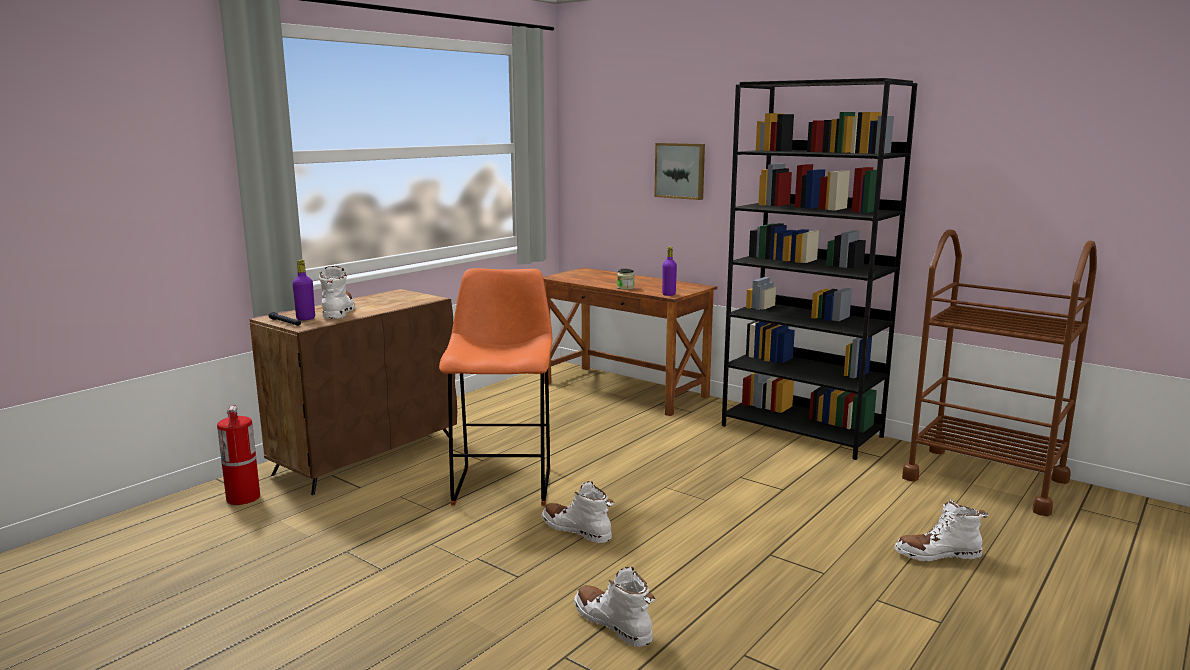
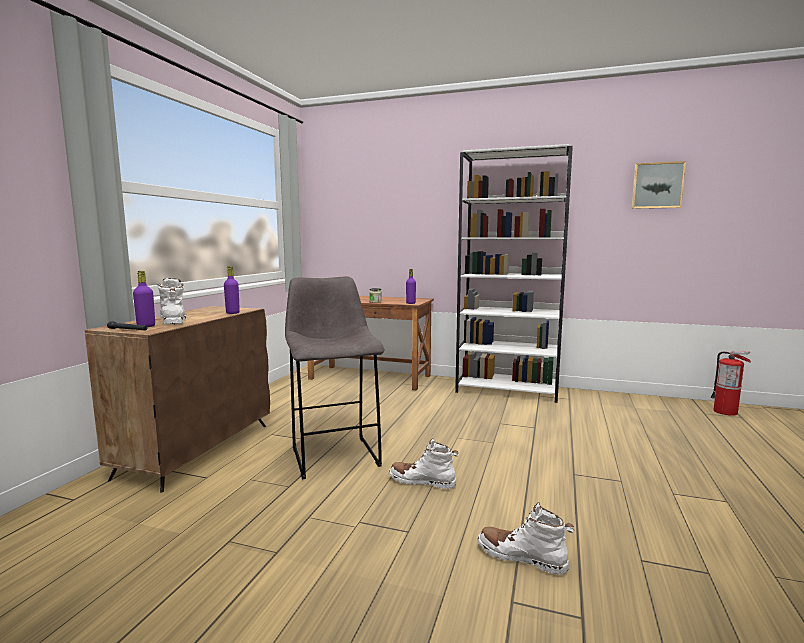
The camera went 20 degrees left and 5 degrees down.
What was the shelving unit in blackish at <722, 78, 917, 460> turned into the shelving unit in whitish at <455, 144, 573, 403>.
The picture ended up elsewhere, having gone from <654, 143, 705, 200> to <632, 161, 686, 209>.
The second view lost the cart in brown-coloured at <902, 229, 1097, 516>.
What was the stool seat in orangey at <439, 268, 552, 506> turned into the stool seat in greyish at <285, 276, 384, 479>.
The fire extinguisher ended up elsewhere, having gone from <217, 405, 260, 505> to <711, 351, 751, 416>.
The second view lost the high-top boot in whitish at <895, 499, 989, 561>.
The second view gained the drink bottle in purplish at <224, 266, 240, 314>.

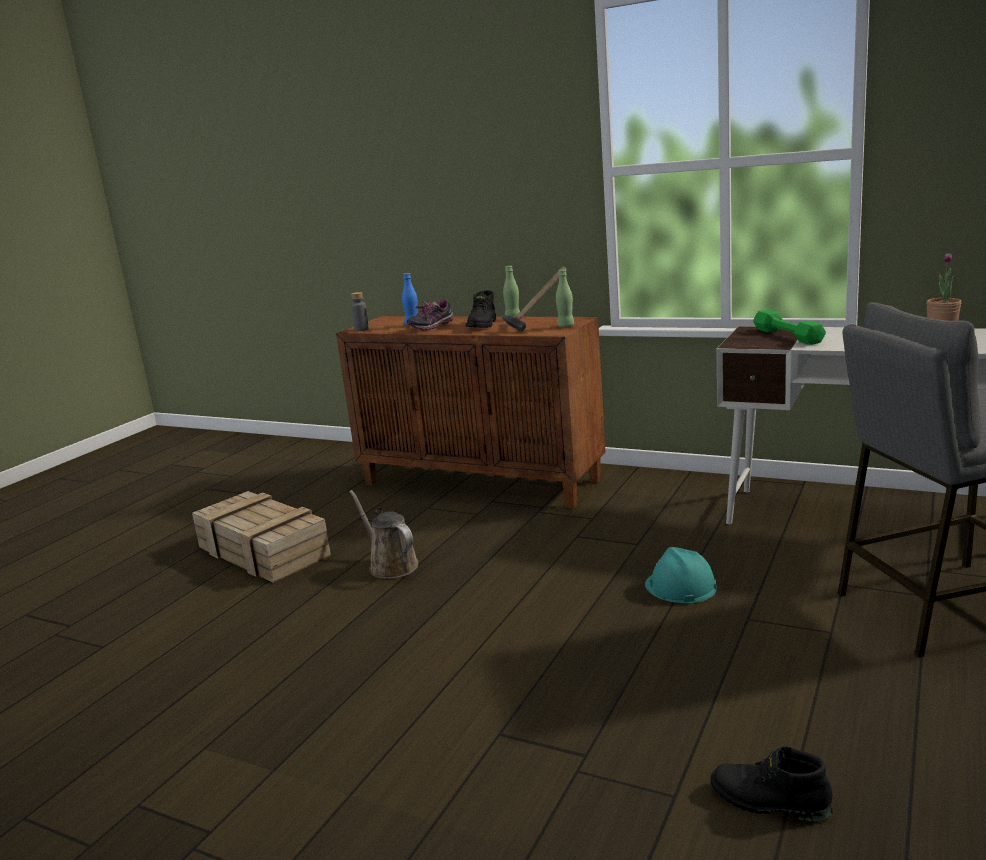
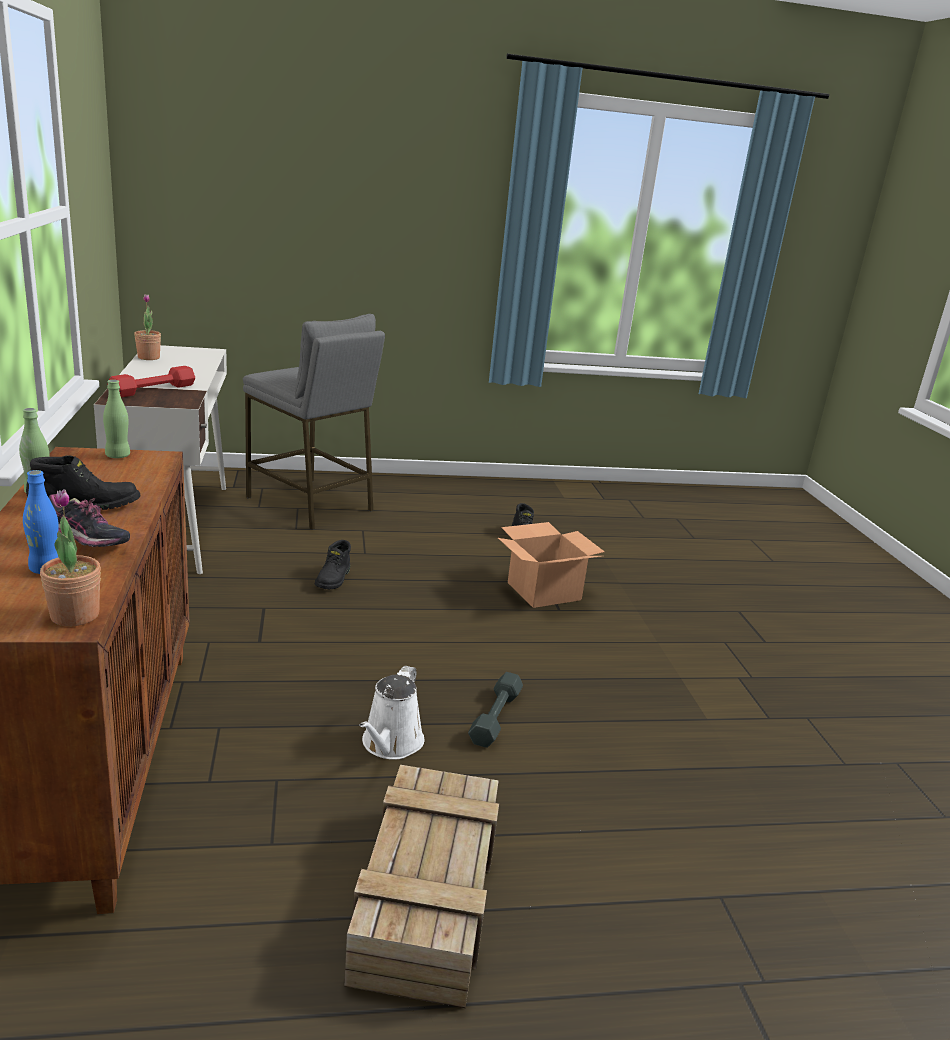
The camera went 130 degrees left and 5 degrees up.
The second view lost the hammer at <501, 266, 567, 332>.
Where the drink bottle in greyish stood at <351, 292, 369, 331>, the potted plant came to stand at <40, 489, 101, 626>.
What was the hand weight in green-coloured at <753, 310, 826, 345> turned into the hand weight in red-coloured at <109, 366, 195, 397>.
What was the watering can in brown-coloured at <349, 490, 418, 579> turned into the watering can in whitish at <359, 666, 424, 760>.
Where the work helmet in turquoise-coloured stood at <645, 547, 717, 603>, the high-top boot in blackish came to stand at <315, 540, 351, 589>.
The second view gained the cardboard box at <498, 522, 605, 608>.
The second view gained the hand weight in greyish at <468, 672, 523, 748>.

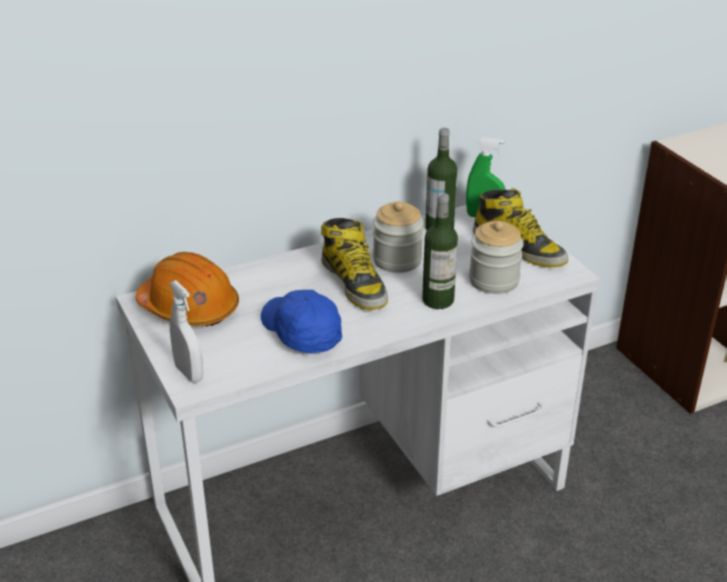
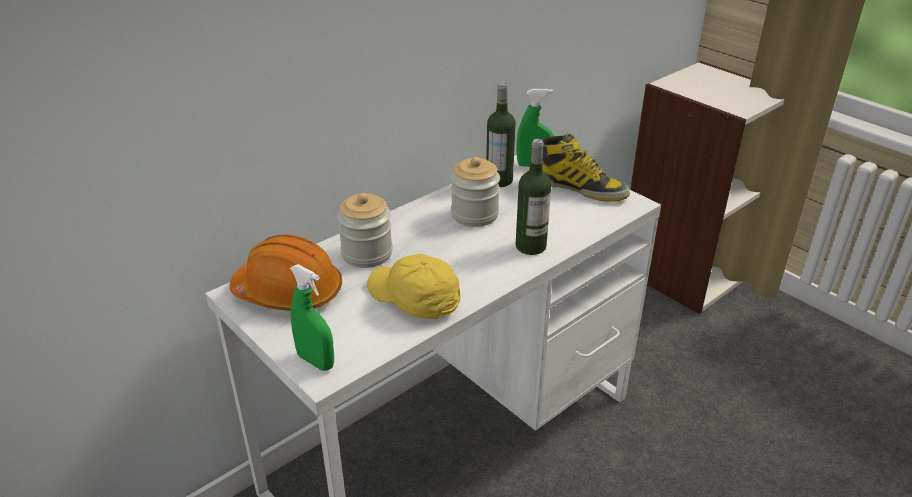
The camera went 15 degrees left and 0 degrees up.
The second view lost the high-top boot at <321, 218, 388, 310>.
The preserve jar ended up elsewhere, having gone from <469, 221, 524, 294> to <337, 193, 393, 268>.
What was the sprayer in whitish at <169, 280, 203, 382> turned into the sprayer in green-coloured at <290, 264, 334, 371>.
What was the peaked cap in bluish at <261, 290, 342, 353> turned into the peaked cap in yellow-coloured at <367, 254, 461, 319>.

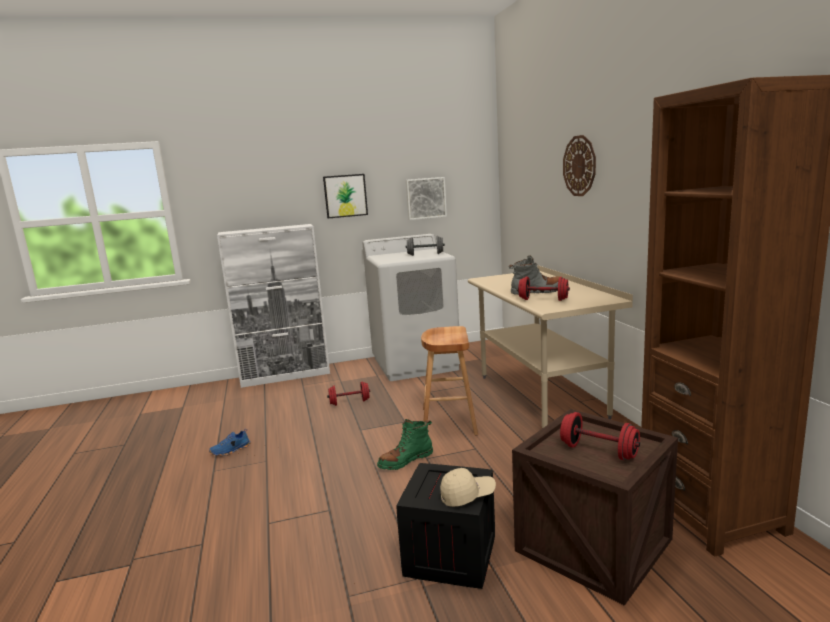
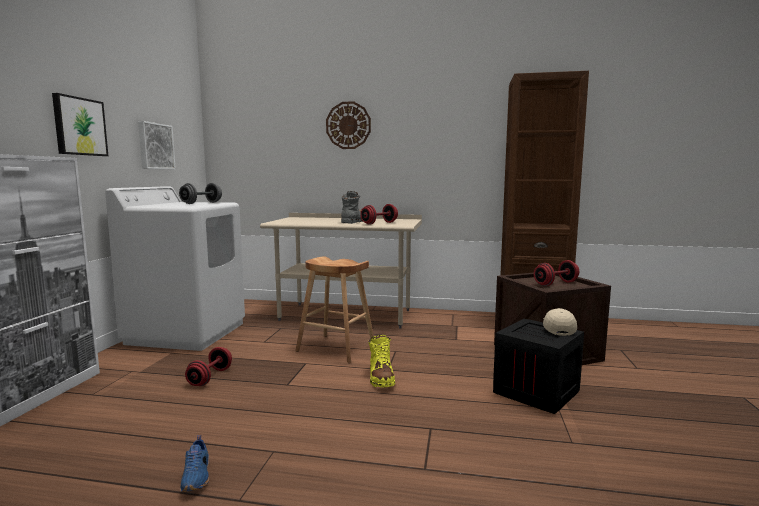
The camera went 65 degrees left and 5 degrees down.
What was the high-top boot in green-coloured at <377, 419, 433, 470> turned into the high-top boot in yellow-coloured at <368, 335, 395, 387>.

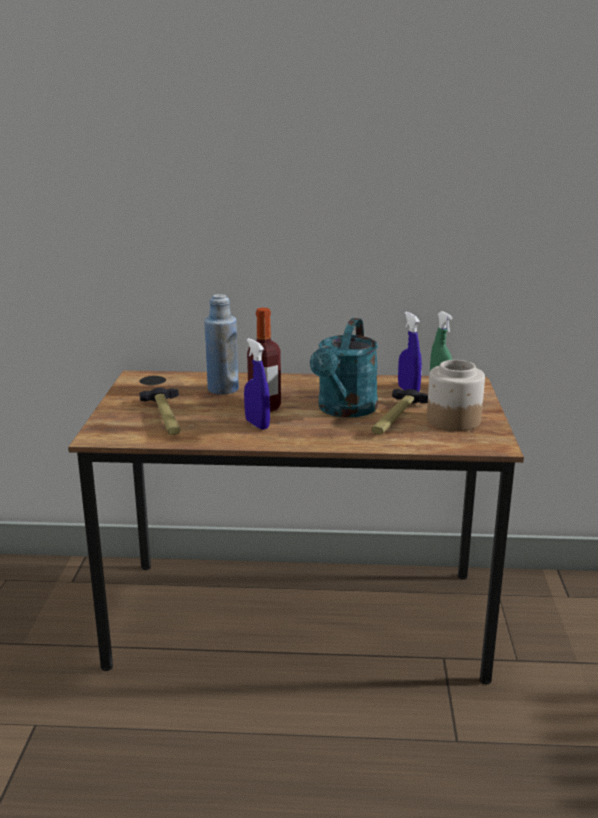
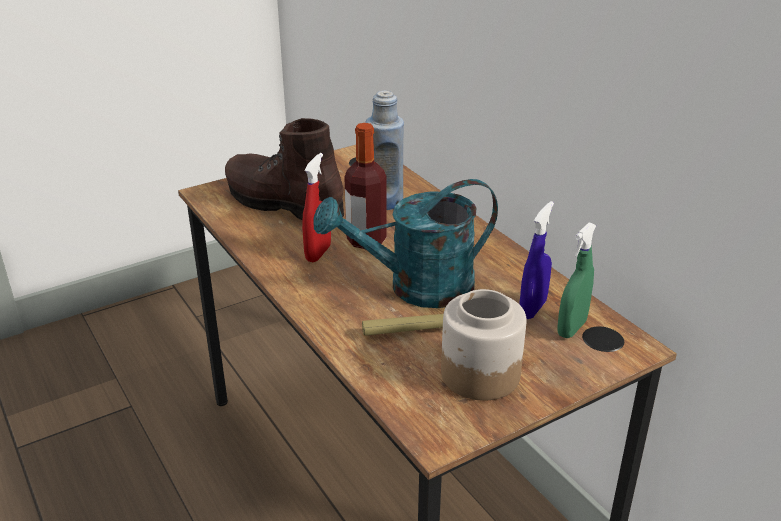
The camera went 55 degrees right and 10 degrees up.
What was the sprayer in bluish at <244, 338, 270, 430> turned into the sprayer in red-coloured at <302, 153, 331, 262>.
Where the hammer stood at <139, 388, 180, 435>, the high-top boot in brown-coloured came to stand at <225, 118, 344, 220>.

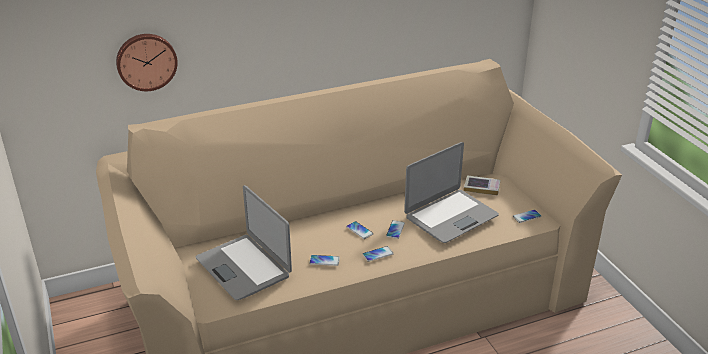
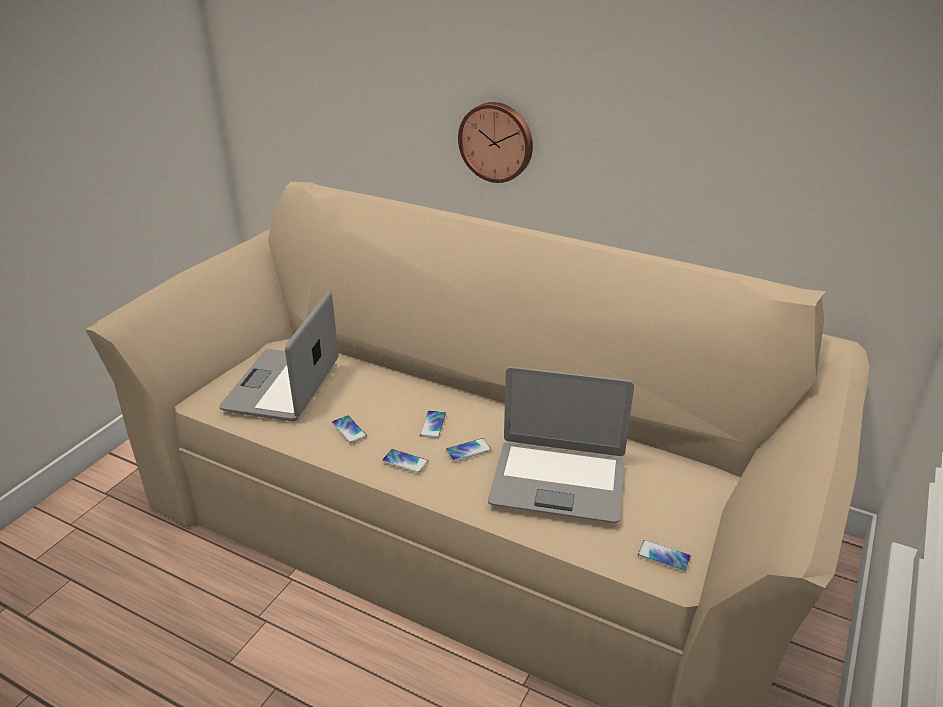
The camera went 50 degrees right and 0 degrees up.
The clock on the wall ended up elsewhere, having gone from <116, 34, 178, 91> to <458, 102, 533, 183>.
The second view lost the book at <464, 175, 500, 196>.

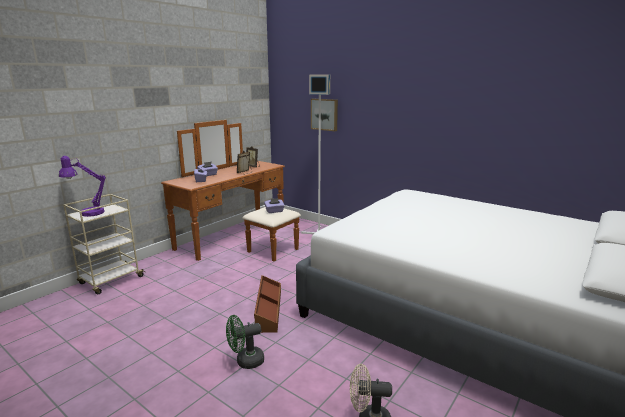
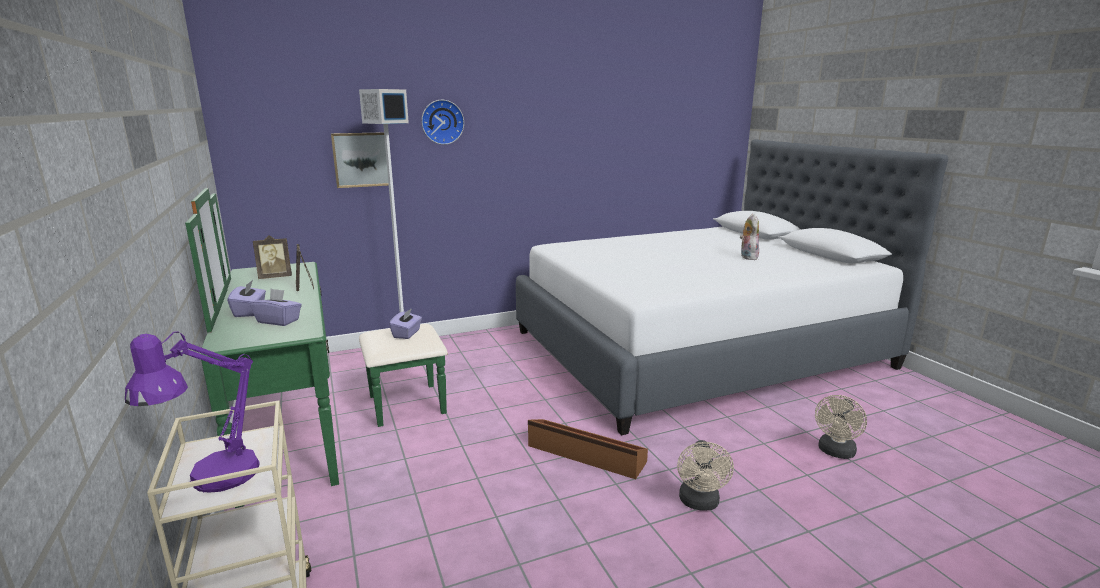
The camera went 60 degrees left and 0 degrees up.
What was the drawer chest in brown-coloured at <161, 120, 301, 262> turned into the drawer chest in green-coloured at <185, 188, 448, 508>.
What was the electric fan in green-coloured at <226, 315, 264, 369> turned into the electric fan in beige-coloured at <677, 440, 734, 511>.
The second view gained the clock on the wall at <421, 100, 464, 145>.
The second view gained the plush toy at <740, 214, 759, 260>.

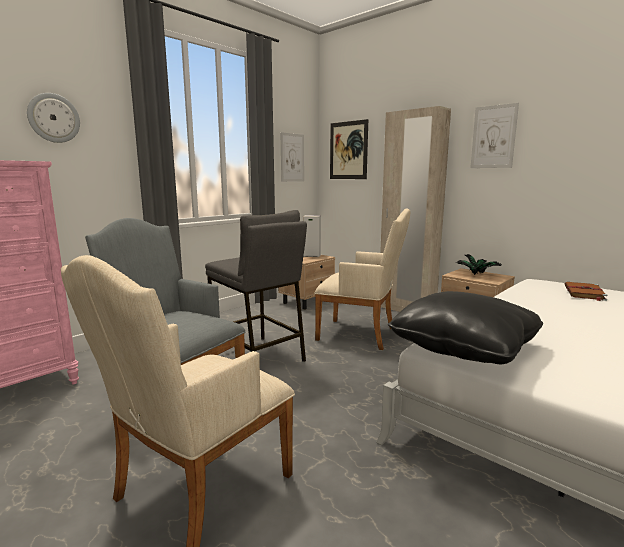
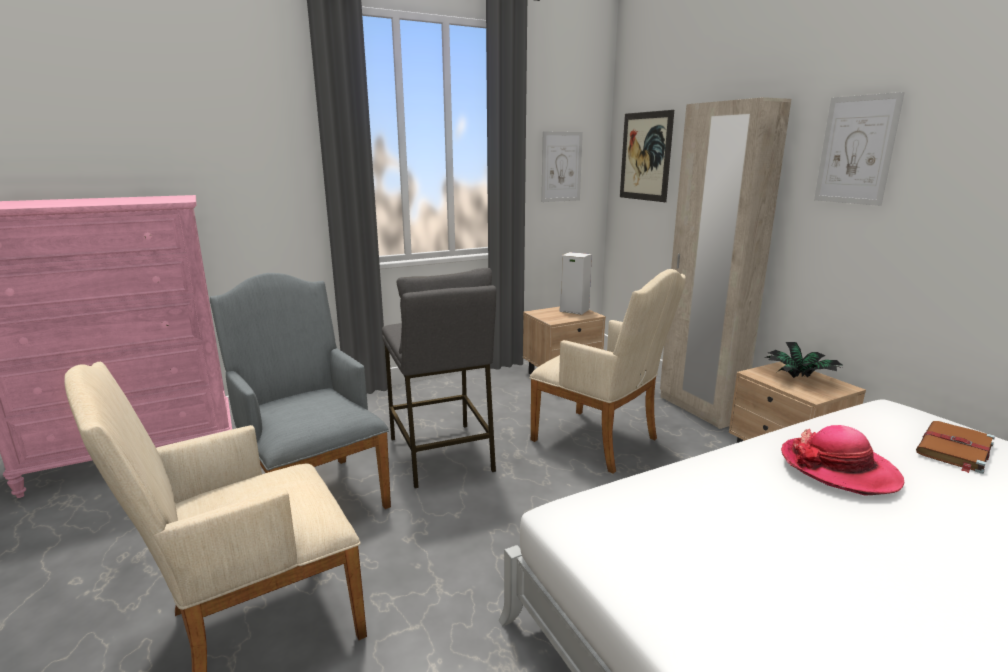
The camera went 20 degrees right and 5 degrees up.
The second view lost the clock on the wall at <27, 93, 80, 143>.
The second view lost the cushion in blackish at <388, 291, 543, 364>.
The second view gained the hat at <781, 425, 905, 495>.

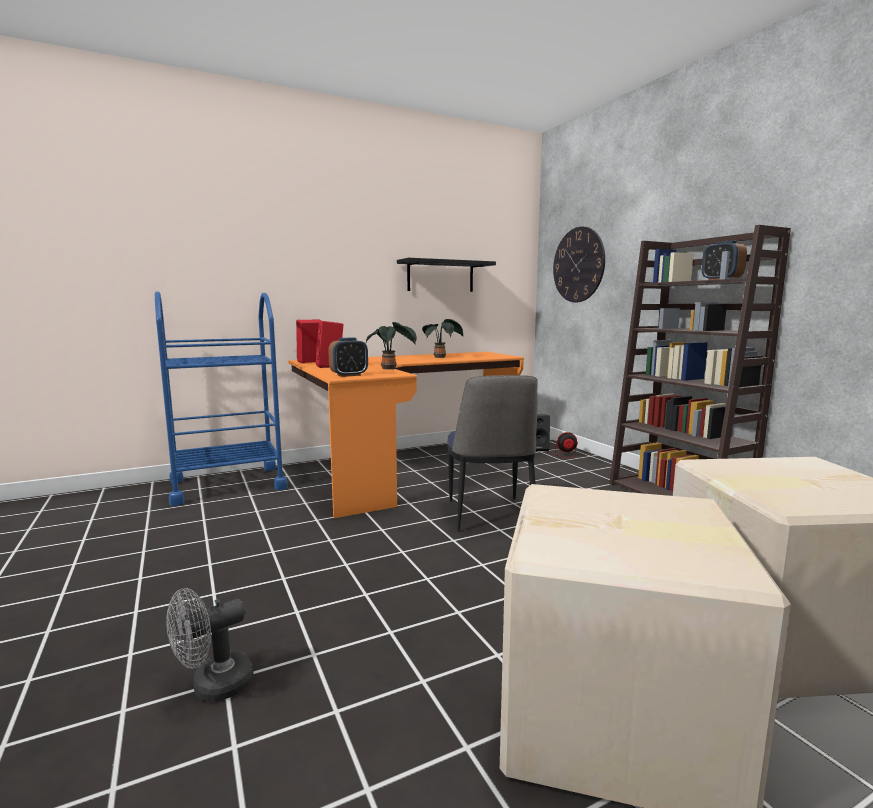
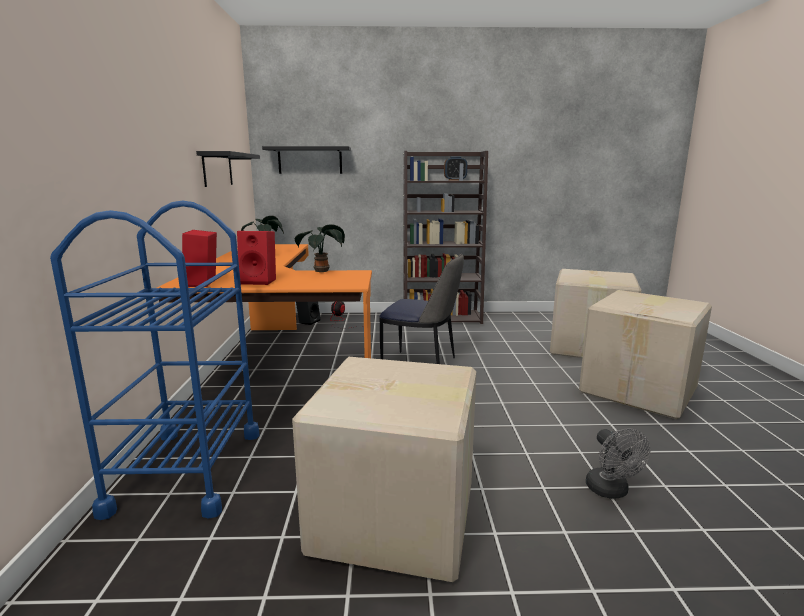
The camera went 65 degrees left and 5 degrees up.
Where the clock on the wall hung at <553, 226, 605, 302>, the wall shelf in blackish came to hang at <262, 146, 351, 174>.
The second view lost the table clock at <328, 338, 368, 377>.
The second view gained the cardboard box at <292, 357, 476, 582>.

